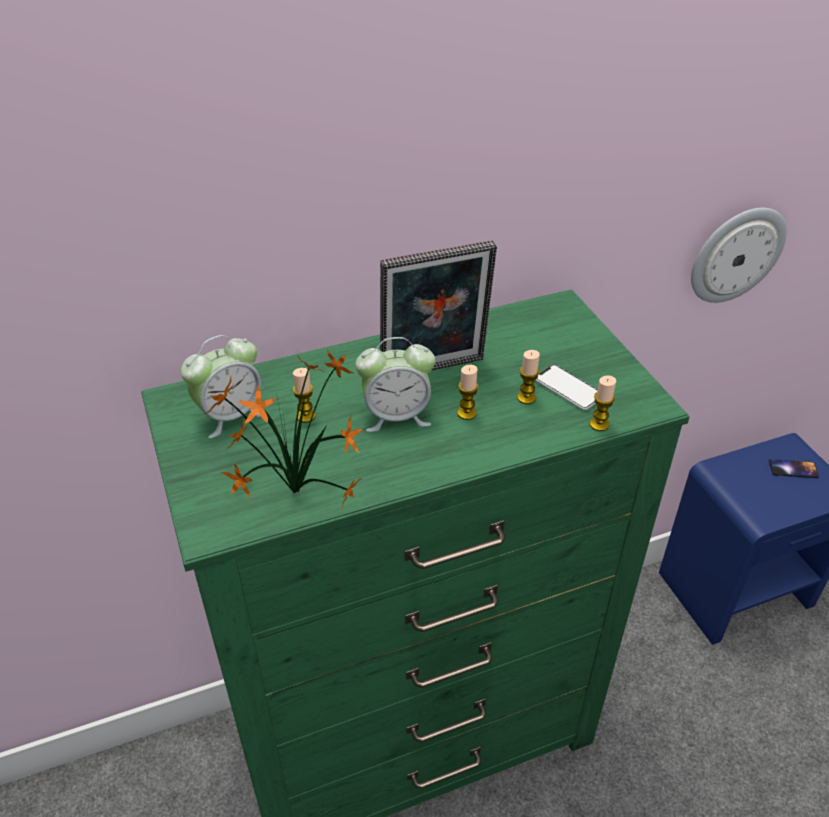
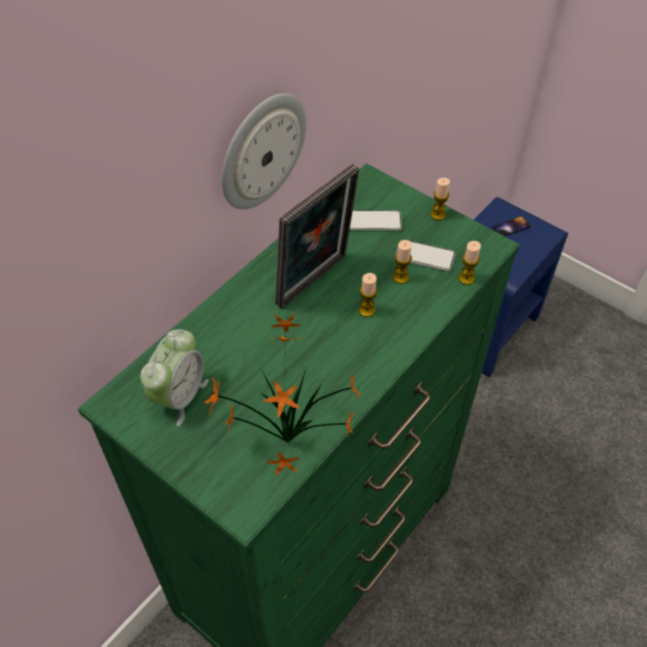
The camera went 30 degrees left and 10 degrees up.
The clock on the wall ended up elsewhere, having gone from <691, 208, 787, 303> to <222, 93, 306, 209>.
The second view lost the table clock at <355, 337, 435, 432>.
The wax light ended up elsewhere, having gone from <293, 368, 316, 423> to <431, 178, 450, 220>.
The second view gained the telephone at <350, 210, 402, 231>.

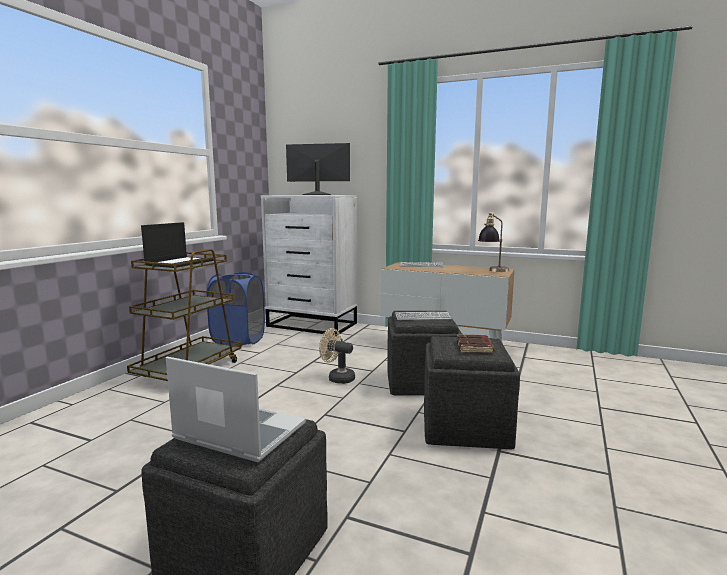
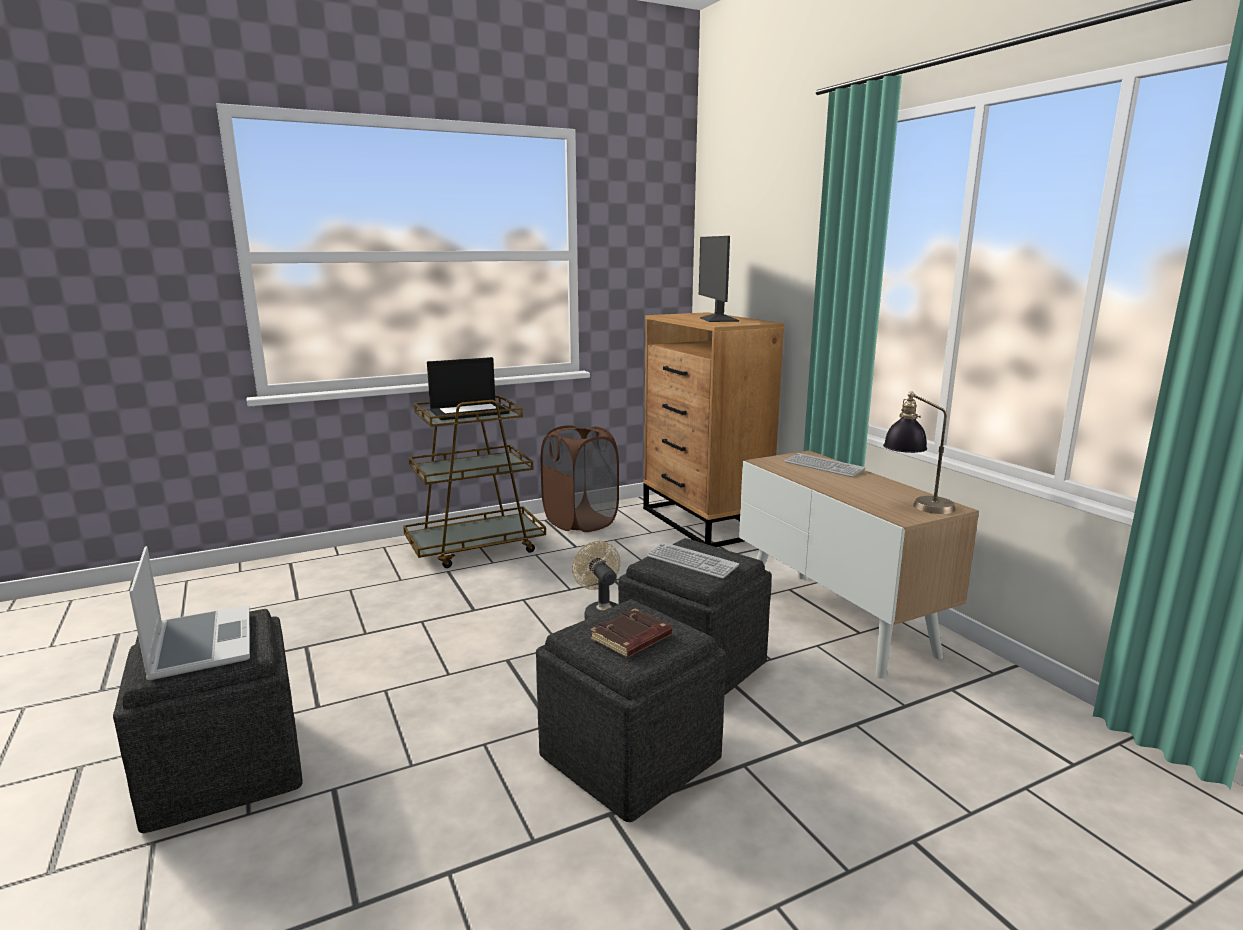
The camera went 40 degrees right and 5 degrees up.
The computer screen at <286, 143, 350, 195> ended up facing another way, 150 degrees counterclockwise from before.
What was the drawer chest in whitish at <261, 195, 357, 336> turned into the drawer chest in brown-coloured at <643, 312, 784, 547>.
What was the washing basket in bluish at <207, 272, 265, 347> turned into the washing basket in brown-coloured at <541, 425, 619, 532>.

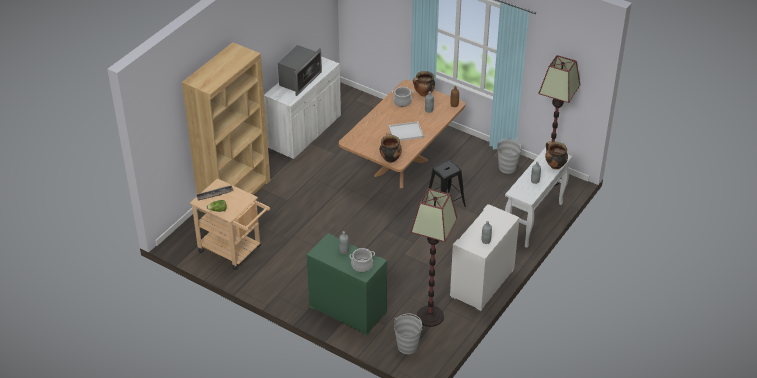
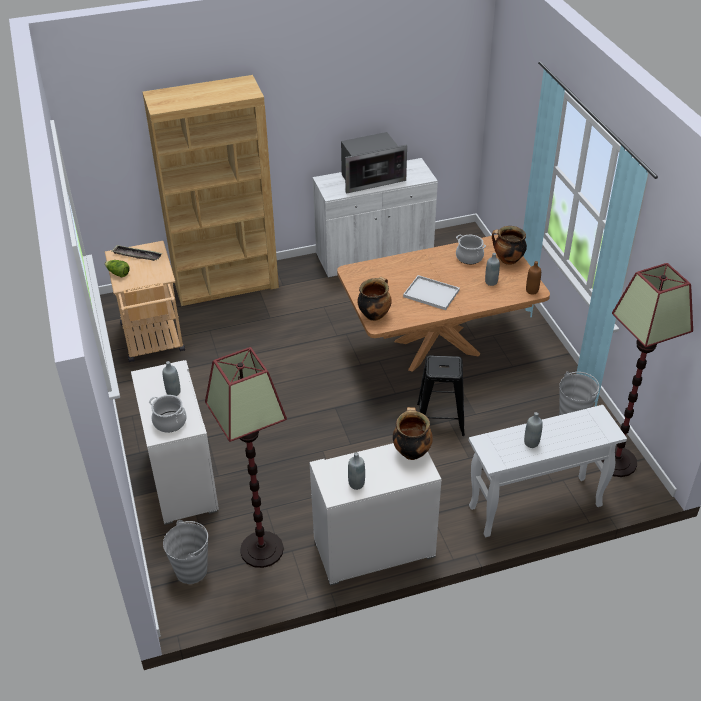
The camera went 40 degrees right and 0 degrees up.
The cooking pot ended up elsewhere, having gone from <545, 141, 568, 169> to <393, 407, 433, 460>.
What was the drawer chest in green-coloured at <307, 233, 387, 336> turned into the drawer chest in whitish at <131, 360, 219, 525>.

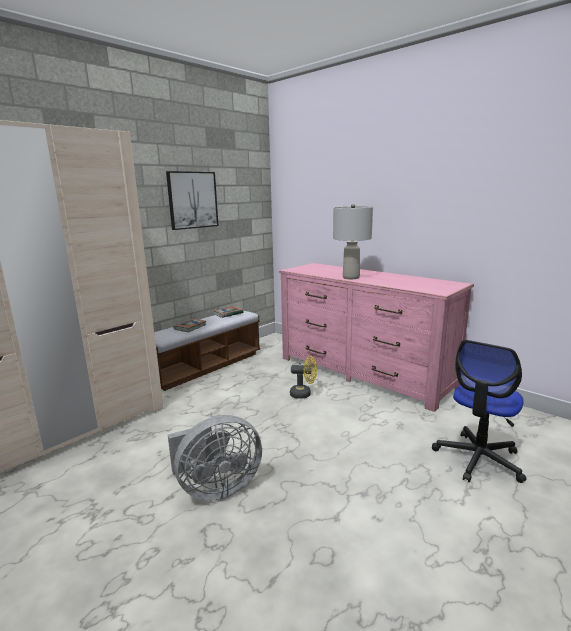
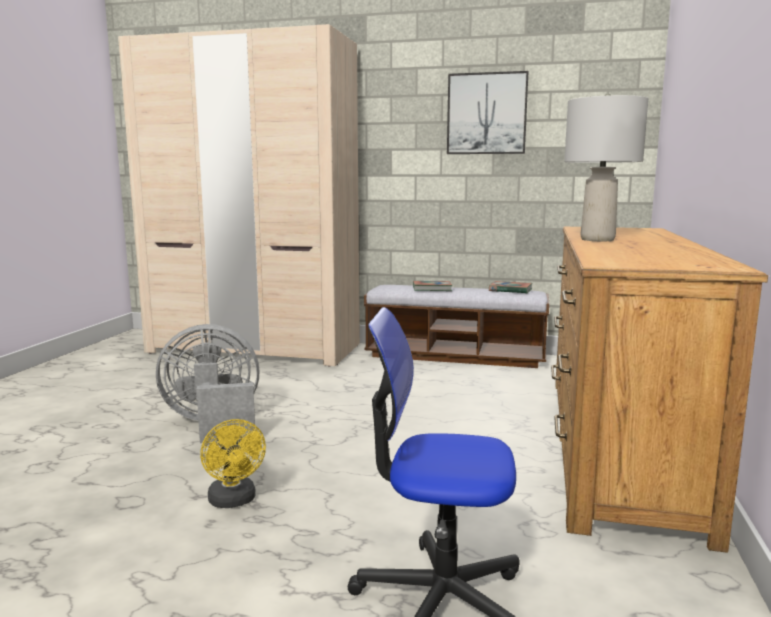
The camera went 60 degrees right and 5 degrees down.
What was the drawer chest in pink-coloured at <279, 263, 474, 412> turned into the drawer chest in brown-coloured at <551, 227, 768, 553>.
The electric fan in yellow-coloured ended up elsewhere, having gone from <290, 356, 317, 399> to <200, 419, 266, 508>.
The electric fan in greyish at <168, 415, 262, 501> ended up facing another way, 135 degrees clockwise from before.

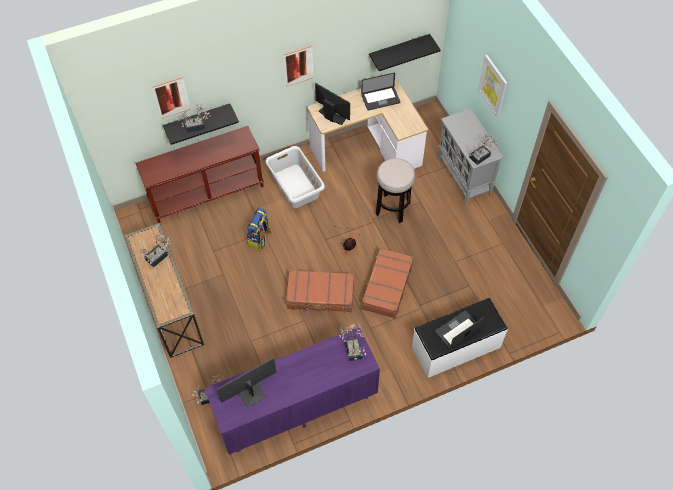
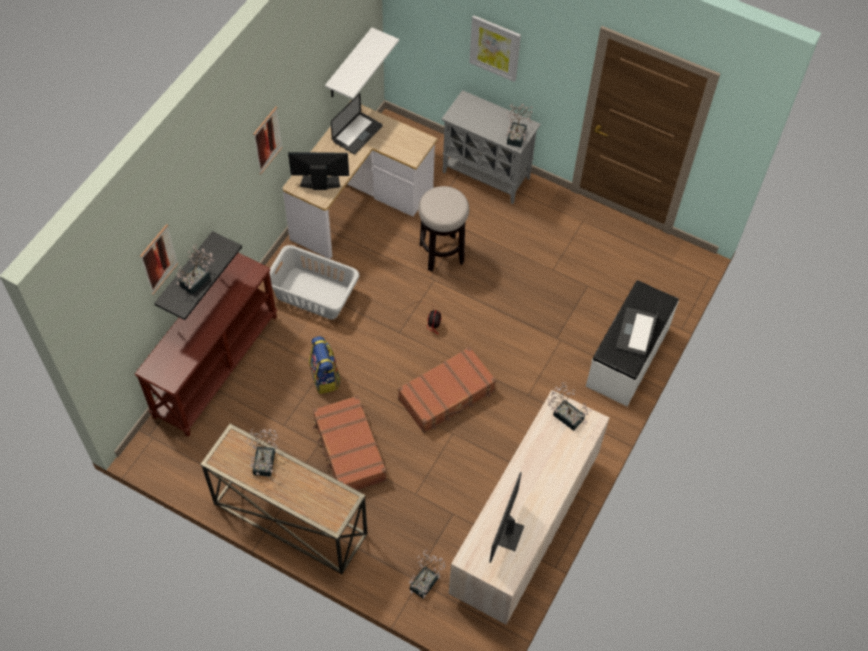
The camera went 40 degrees left and 0 degrees up.
What was the wall shelf in blackish at <369, 34, 441, 71> turned into the wall shelf in whitish at <325, 28, 399, 99>.
The piece of luggage in brown-coloured ended up elsewhere, having gone from <361, 248, 413, 319> to <313, 395, 387, 490>.
What was the drawer chest in purplish at <204, 327, 380, 455> turned into the drawer chest in beige-coloured at <449, 390, 609, 625>.

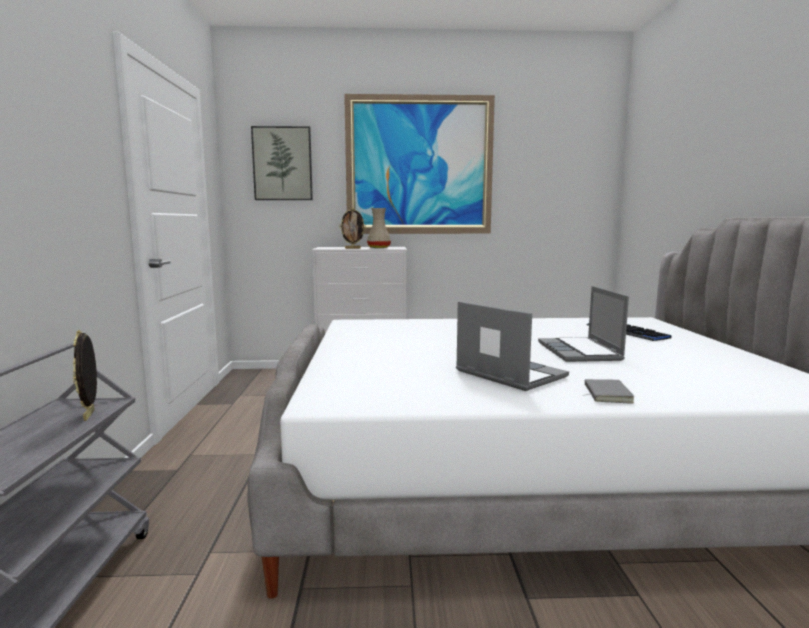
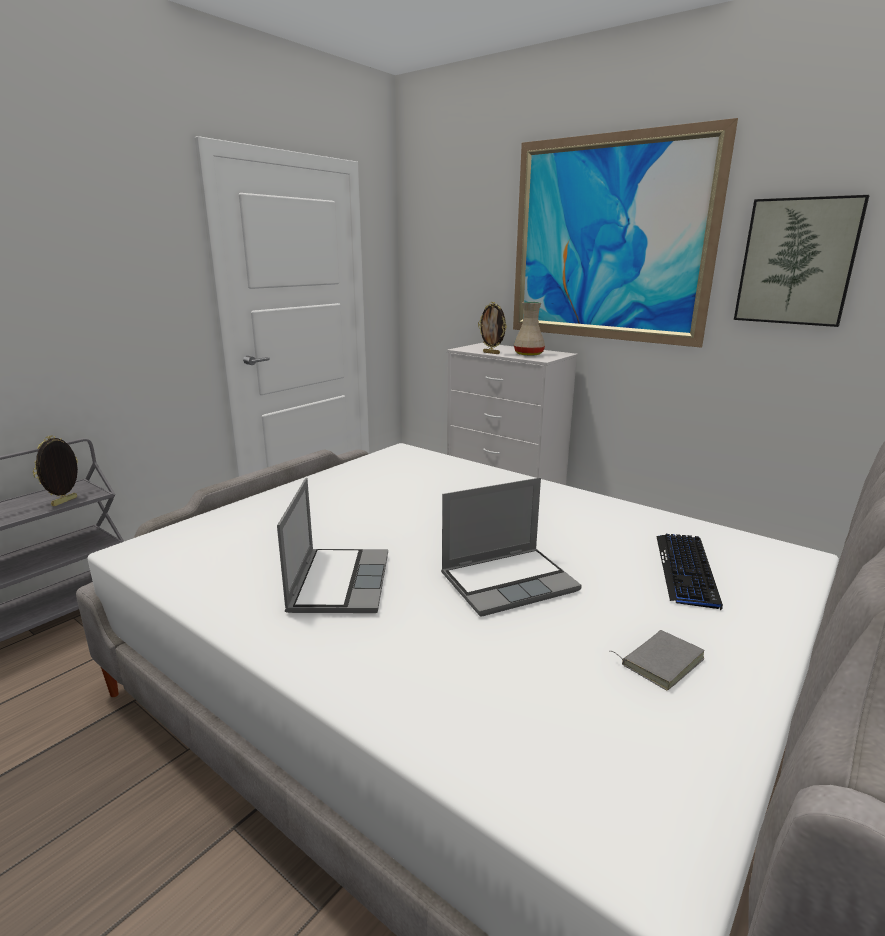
The camera went 40 degrees right and 10 degrees up.
The picture ended up elsewhere, having gone from <251, 126, 313, 200> to <734, 195, 870, 327>.
The laptop at <538, 286, 629, 362> ended up facing another way, 150 degrees counterclockwise from before.
The book in greyish ended up elsewhere, having gone from <583, 379, 634, 404> to <611, 630, 705, 690>.

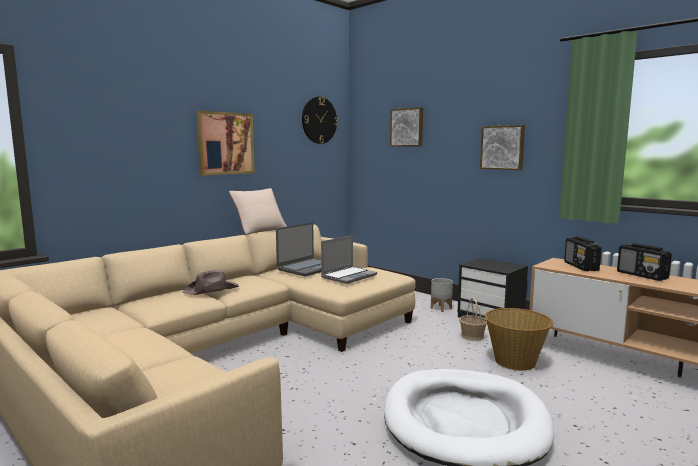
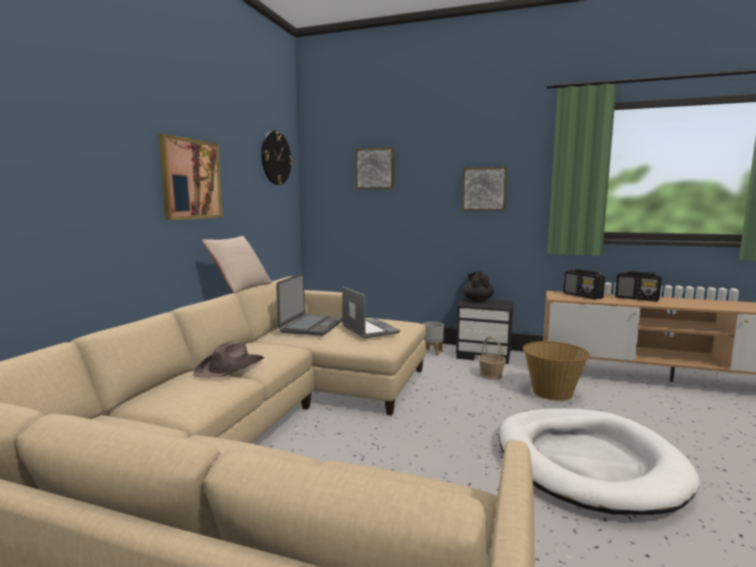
The camera went 25 degrees left and 0 degrees up.
The laptop at <321, 235, 377, 284> ended up facing another way, 45 degrees counterclockwise from before.
The second view gained the pot for tea in blackish at <463, 272, 494, 302>.

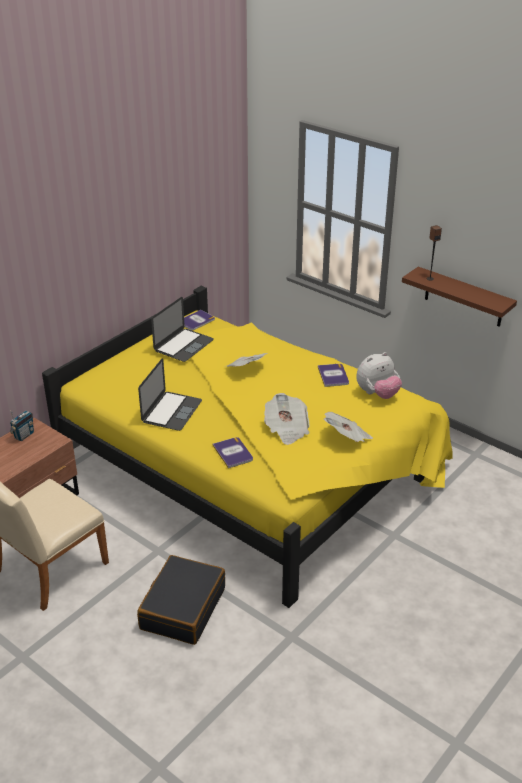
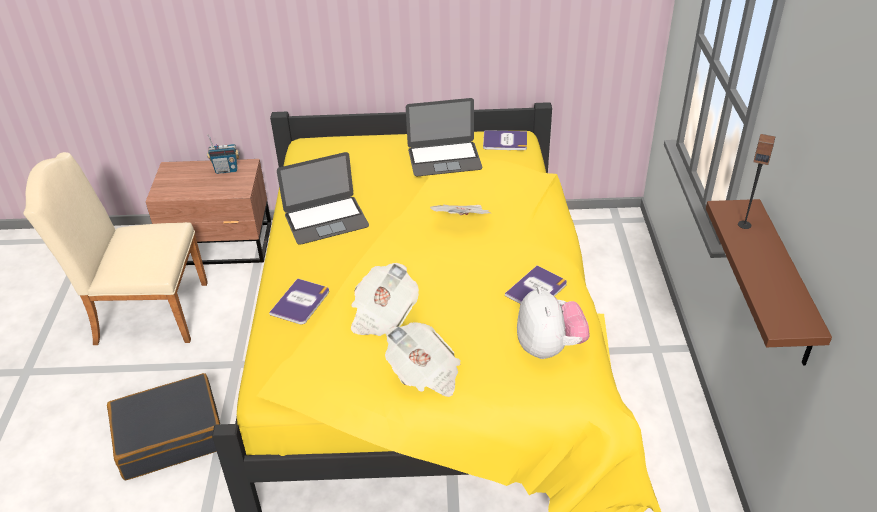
The camera went 50 degrees right and 5 degrees up.
The plush toy at <356, 352, 402, 399> ended up facing another way, 120 degrees counterclockwise from before.

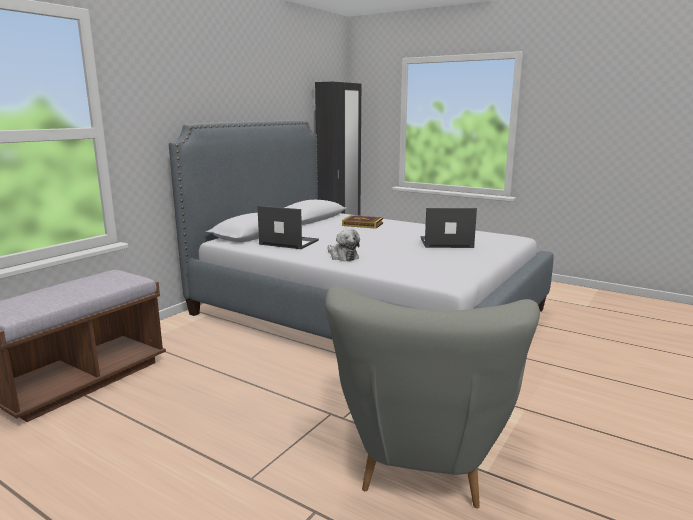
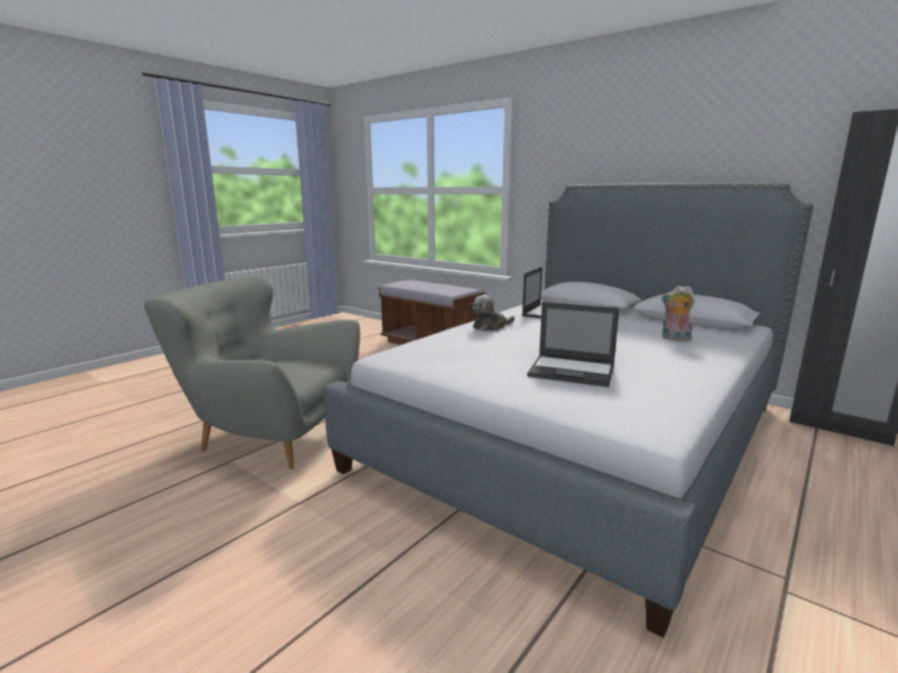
The camera went 95 degrees right and 0 degrees up.
The laptop at <421, 208, 477, 248> ended up facing another way, 105 degrees clockwise from before.
Where the book stood at <342, 215, 383, 229>, the plush toy came to stand at <661, 286, 695, 342>.

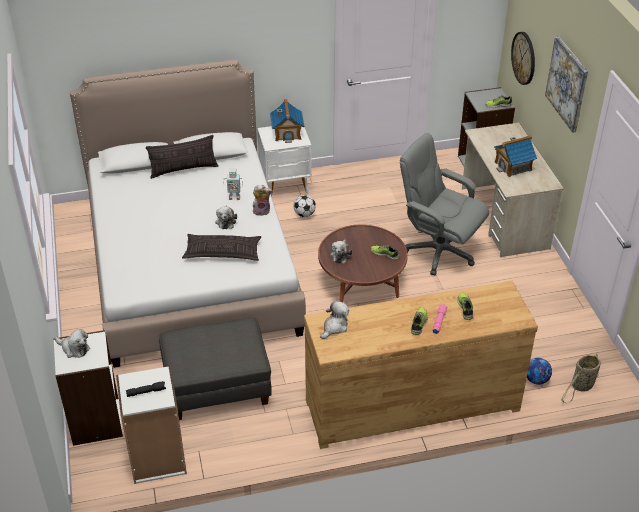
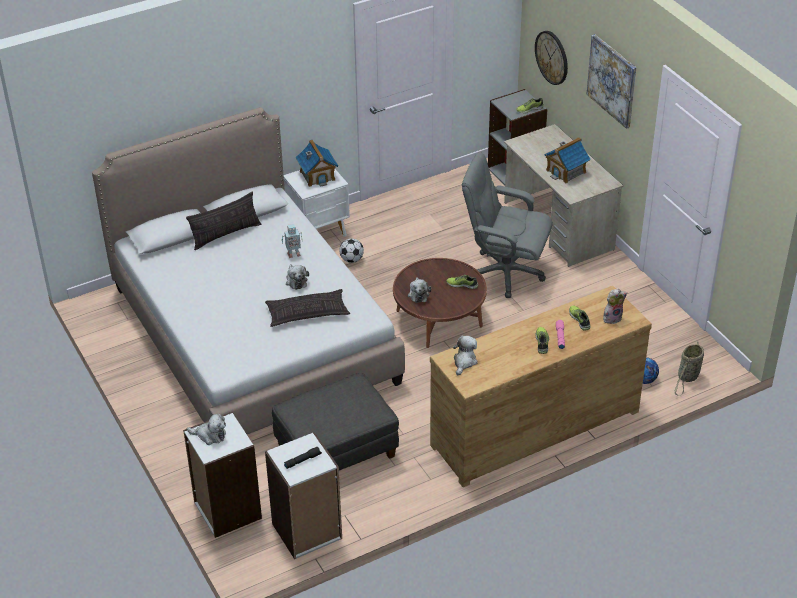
The camera went 15 degrees left and 0 degrees up.
The plush toy ended up elsewhere, having gone from <253, 185, 272, 216> to <603, 289, 627, 324>.

